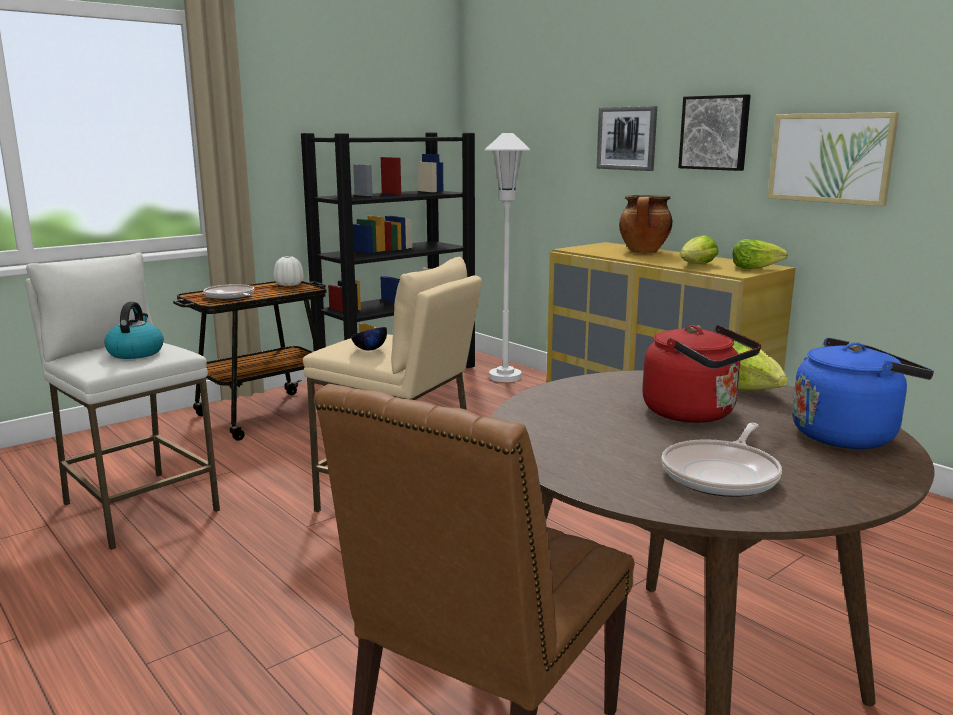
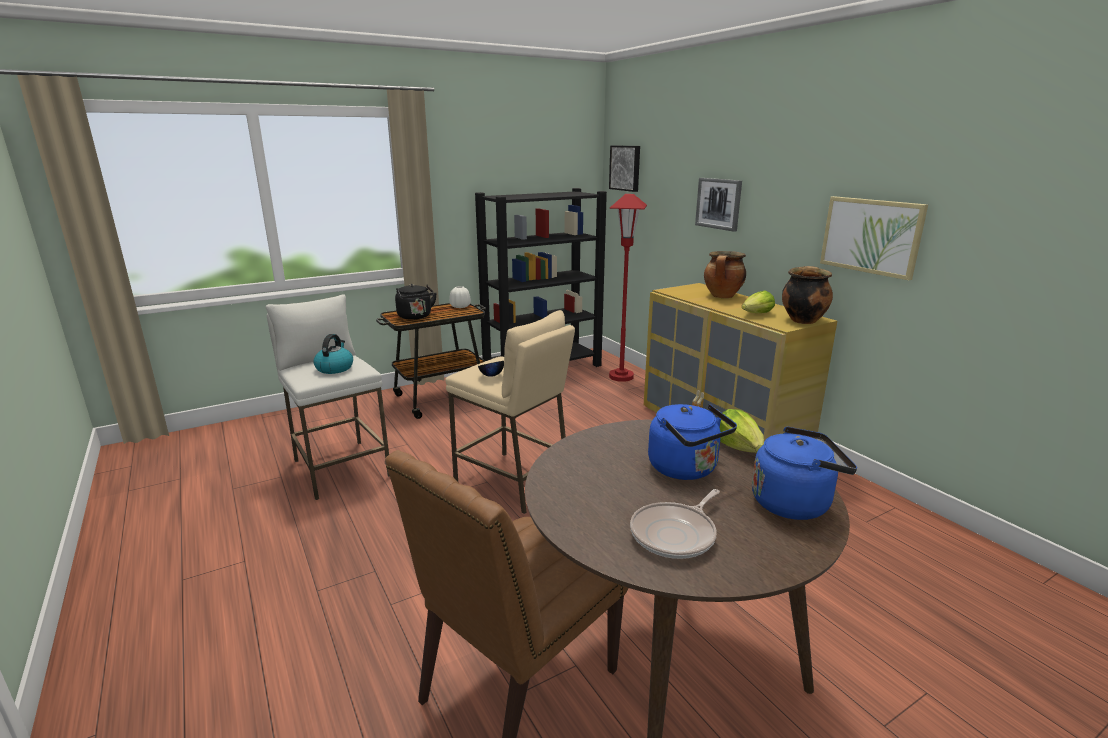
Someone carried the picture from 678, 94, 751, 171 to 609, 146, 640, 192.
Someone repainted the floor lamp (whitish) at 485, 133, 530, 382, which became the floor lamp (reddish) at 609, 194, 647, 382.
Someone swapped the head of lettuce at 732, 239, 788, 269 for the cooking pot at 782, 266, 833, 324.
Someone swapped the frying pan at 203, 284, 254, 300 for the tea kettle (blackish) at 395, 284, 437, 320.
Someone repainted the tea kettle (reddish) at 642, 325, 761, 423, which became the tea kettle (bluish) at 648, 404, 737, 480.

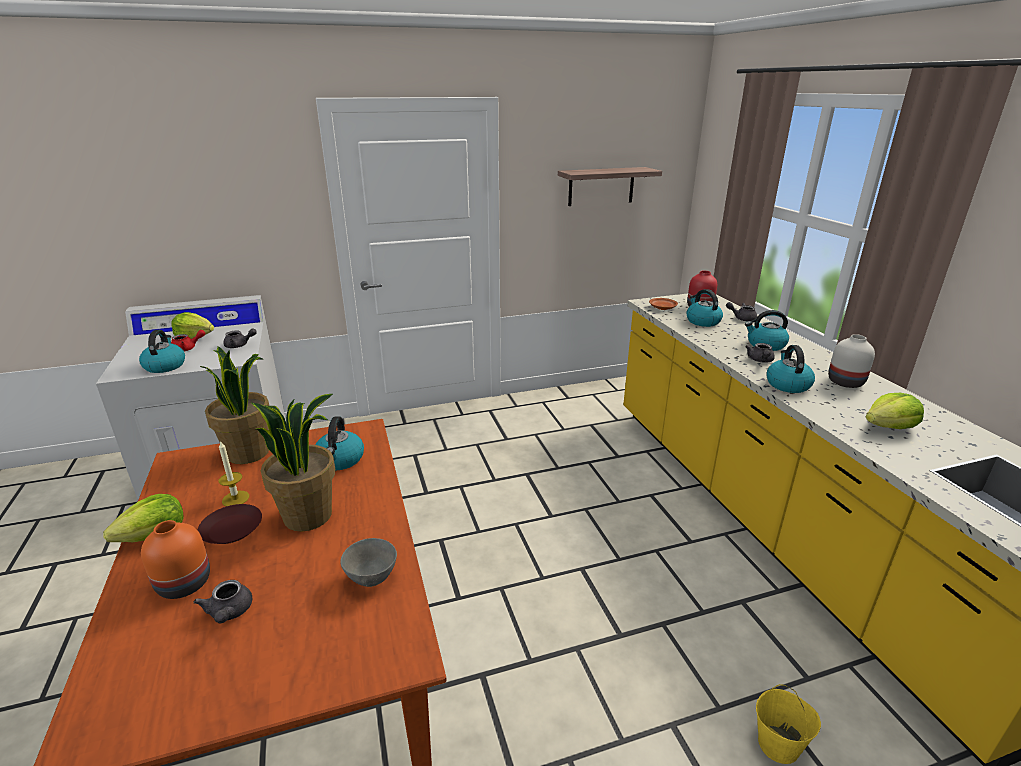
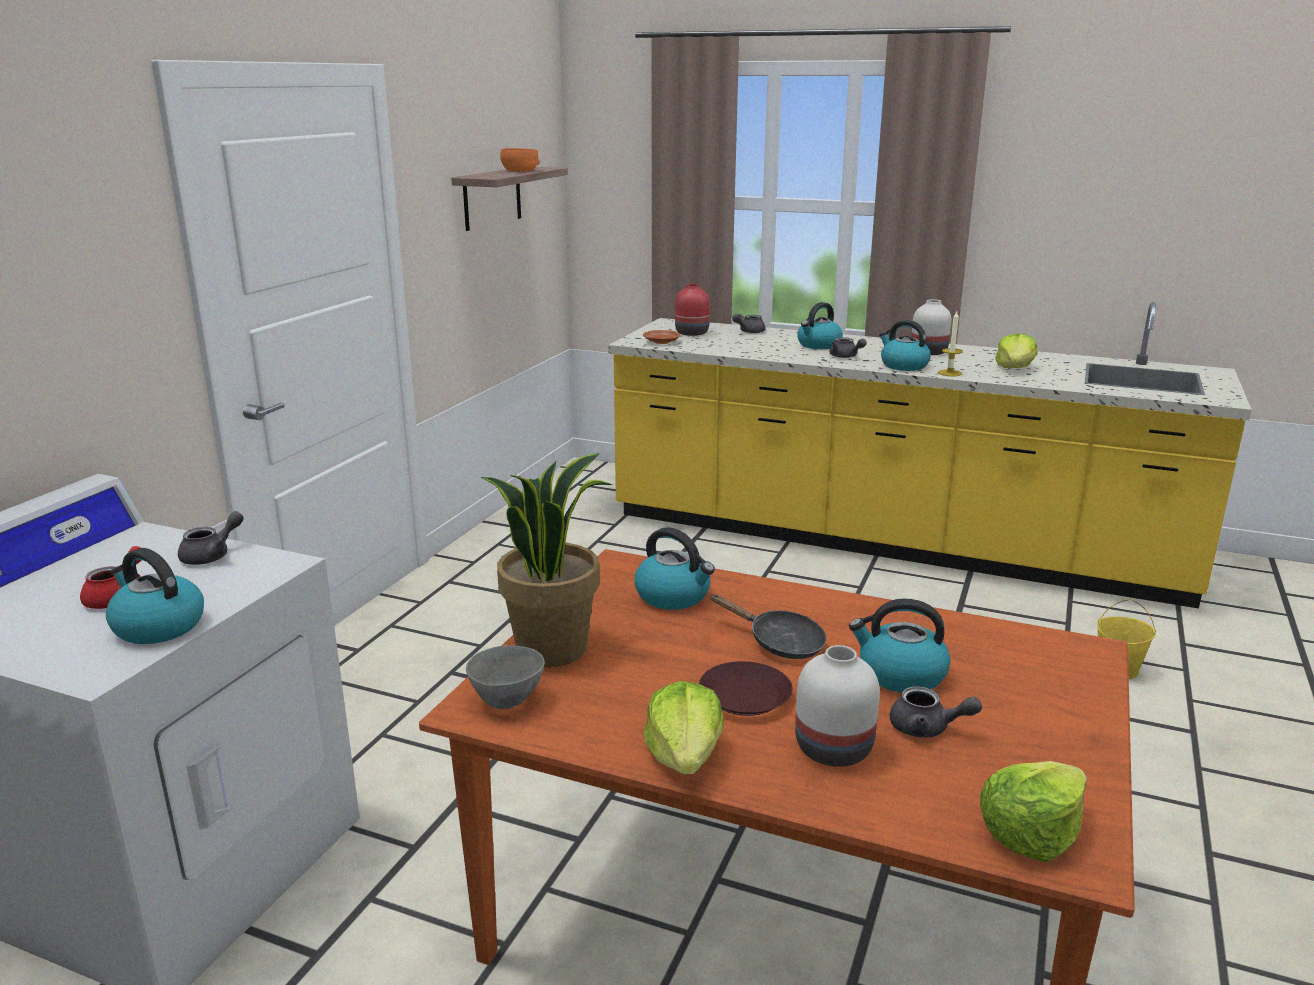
Someone carried the tea kettle from 687, 289, 723, 327 to 849, 598, 950, 693.
Someone carried the head of lettuce from 171, 312, 214, 339 to 980, 761, 1087, 862.
Someone swapped the plant in a pot at 251, 394, 335, 531 for the frying pan (blackish) at 710, 594, 826, 659.
Someone carried the wax candle from 218, 441, 249, 506 to 938, 311, 963, 376.
Someone repainted the flower vase (orange) at 141, 520, 210, 599, which became the flower vase (whitish) at 795, 645, 880, 767.
Someone carried the serving bowl (grey) from 340, 538, 397, 587 to 466, 646, 545, 709.
Someone put down the serving bowl (orange) at 500, 148, 540, 172.

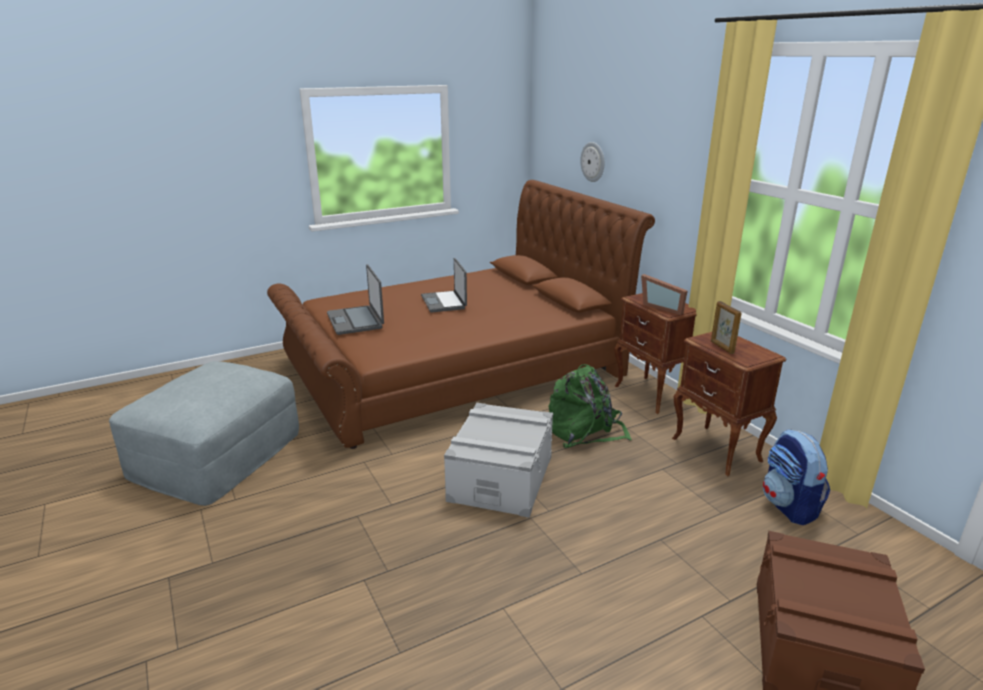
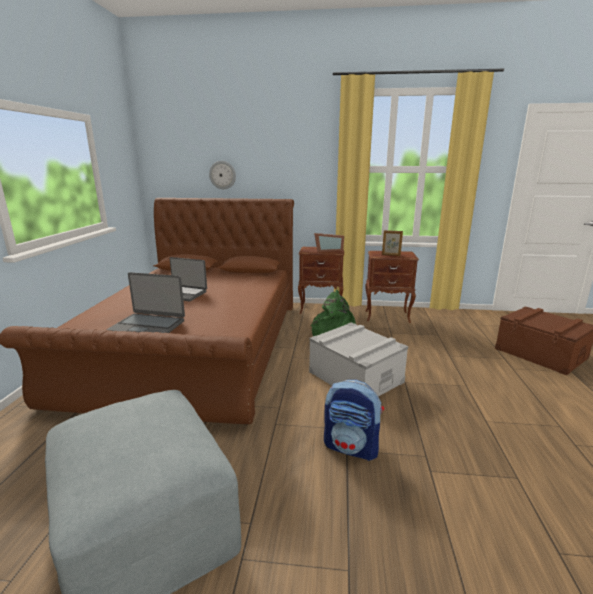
Someone carried the knapsack from 763, 429, 830, 525 to 324, 380, 384, 461.

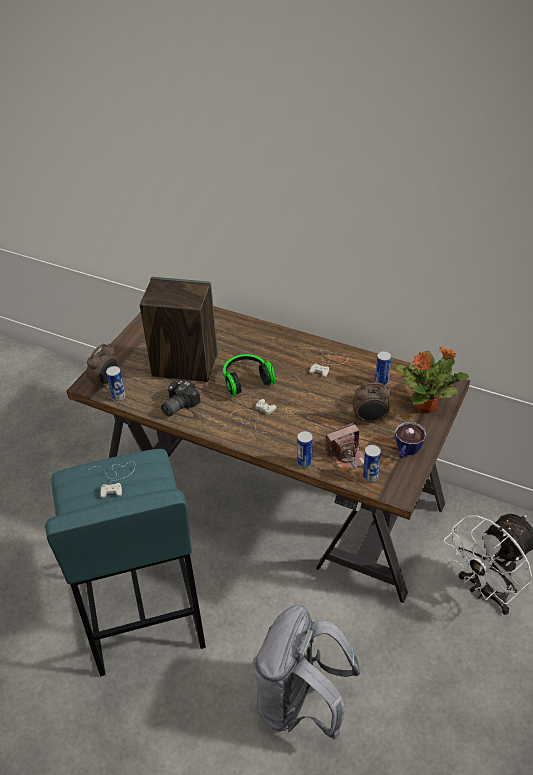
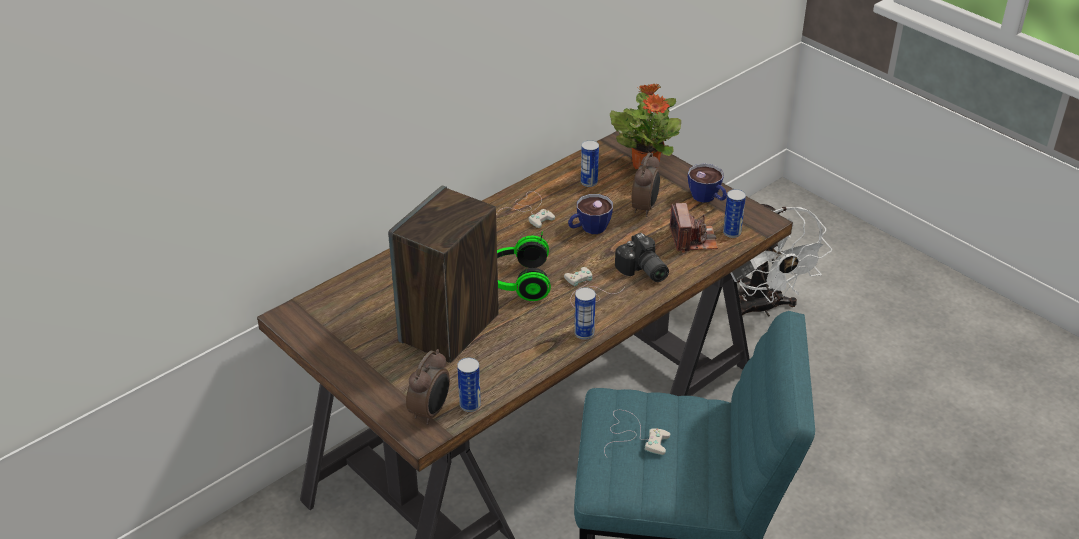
Someone rotated the table clock at 87, 343, 119, 391 by 60 degrees clockwise.
Someone carried the still camera from 161, 379, 200, 417 to 615, 233, 669, 282.
Someone carried the metal can from 297, 431, 313, 468 to 574, 287, 596, 340.
Someone took away the knapsack (grey) at 253, 605, 360, 740.
Someone put down the drinking cup at 568, 194, 613, 234.

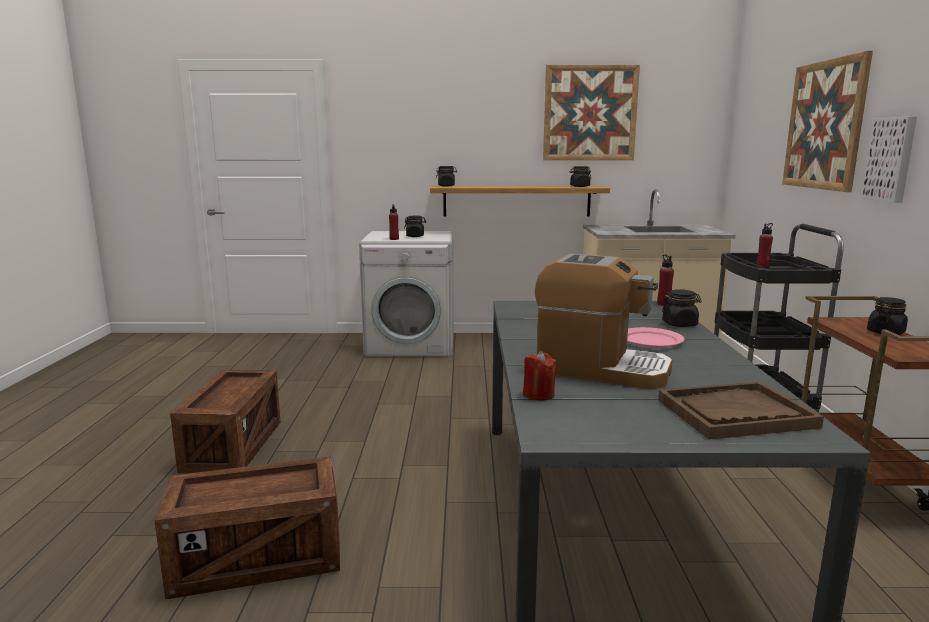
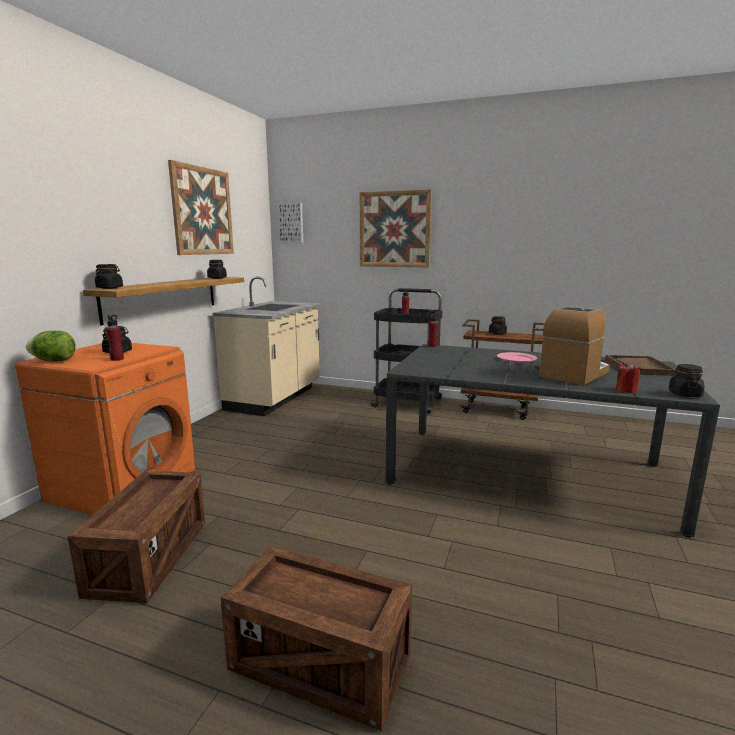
Someone carried the picture from 861, 116, 917, 203 to 278, 203, 303, 243.
Someone repainted the washing machine (whitish) at 359, 231, 454, 356, which became the washing machine (orange) at 15, 343, 195, 515.
Someone carried the preserve jar (blackish) from 662, 289, 702, 327 to 669, 364, 705, 397.
Someone carried the crate from 154, 457, 340, 600 to 67, 470, 205, 603.
Someone put down the head of lettuce at 26, 331, 76, 362.

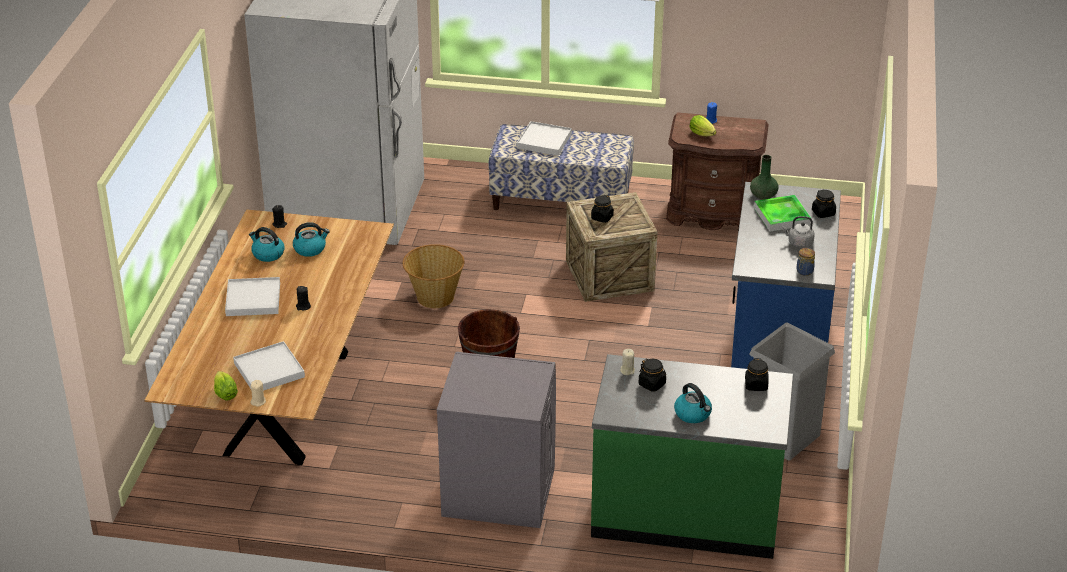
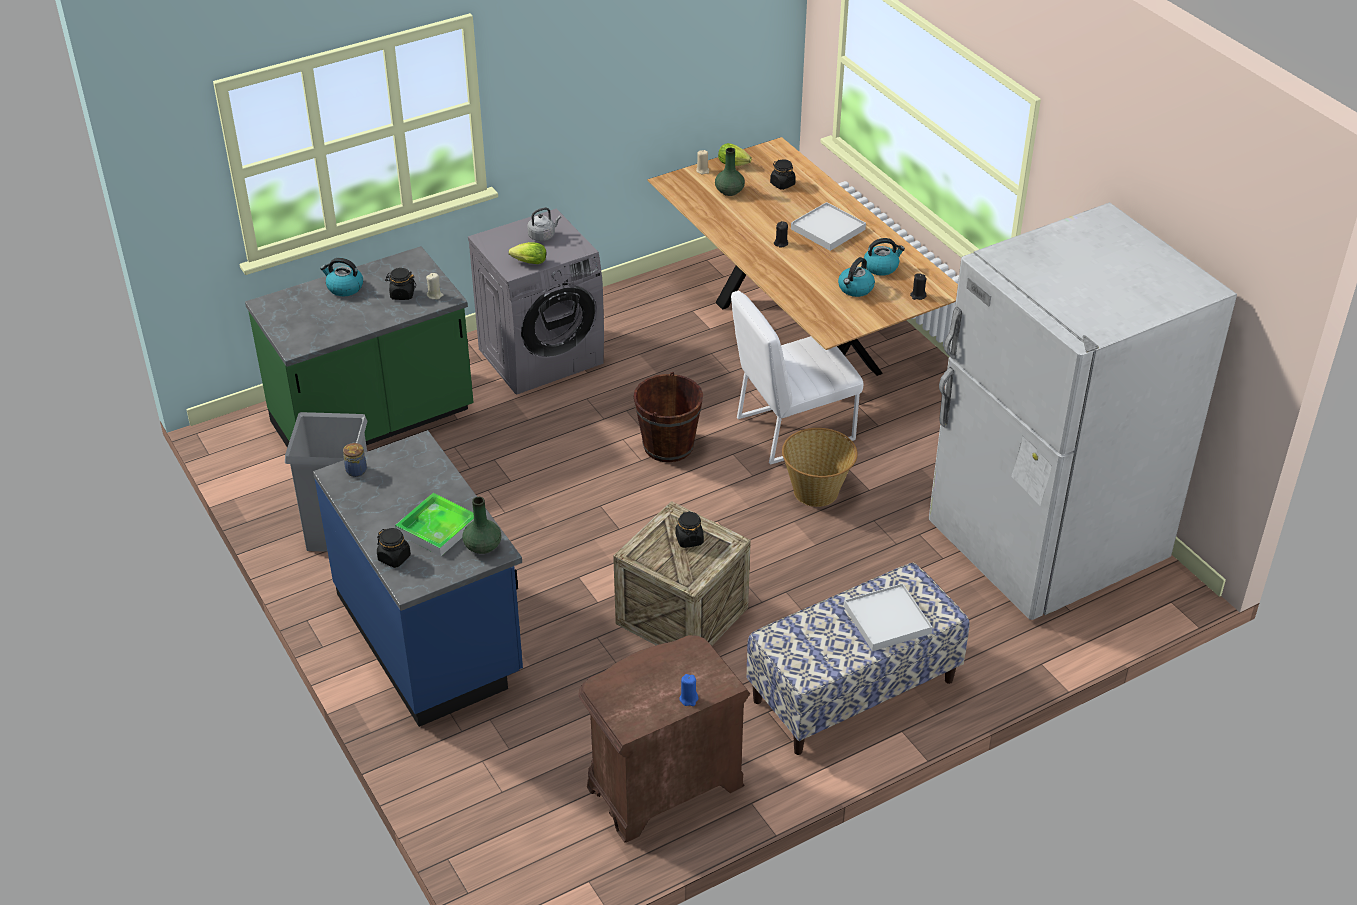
Someone carried the head of lettuce from 689, 115, 716, 136 to 509, 242, 546, 264.
Someone carried the tea kettle (grey) from 782, 216, 815, 248 to 527, 207, 561, 241.
Someone swapped the tray (whitish) at 233, 341, 305, 391 for the flower vase (green-coloured) at 715, 148, 745, 196.
Someone carried the preserve jar (blackish) from 745, 358, 769, 391 to 770, 159, 796, 190.
Someone put down the chair (whitish) at 731, 291, 863, 465.

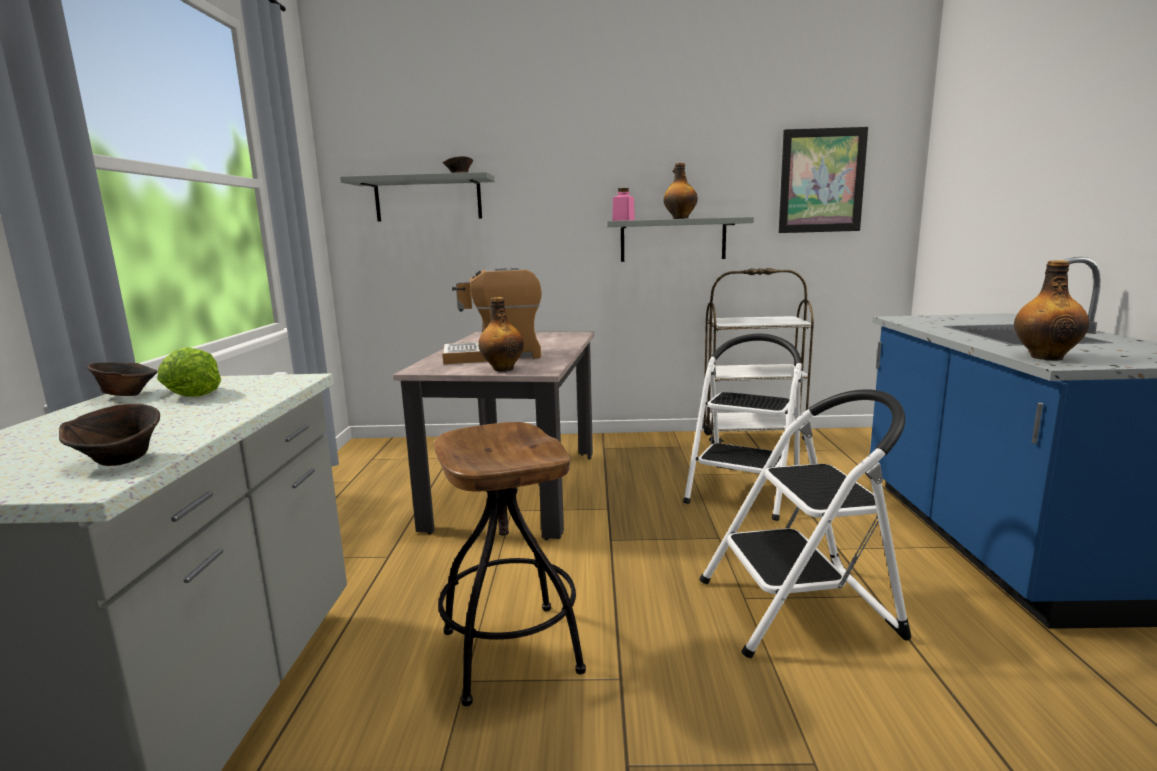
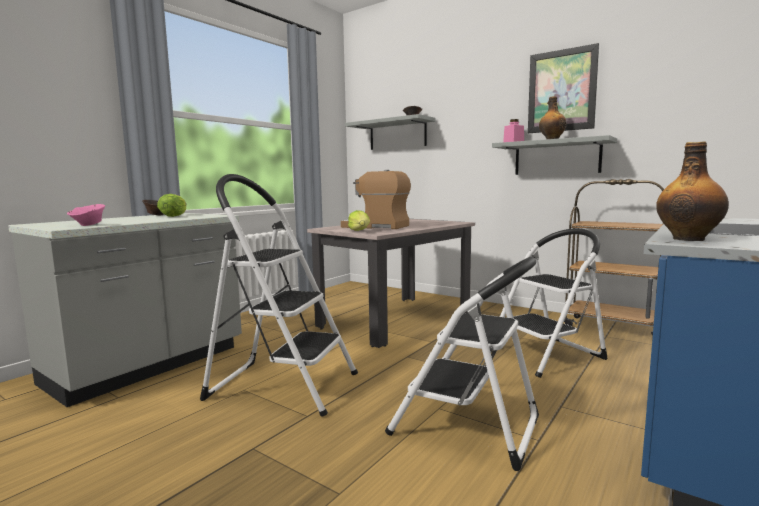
Someone carried the picture from 779, 127, 868, 233 to 528, 43, 599, 133.
Someone repainted the cart (whitish) at 702, 268, 814, 445, which became the cart (brownish) at 564, 179, 664, 336.
Someone swapped the beverage bottle at 478, 297, 524, 371 for the head of lettuce at 348, 210, 370, 231.
Someone repainted the serving bowl (brownish) at 59, 404, 160, 466, which became the serving bowl (pink-coloured) at 67, 204, 105, 226.
Someone swapped the stool seat (brownish) at 434, 422, 586, 706 for the step ladder at 200, 174, 358, 416.

